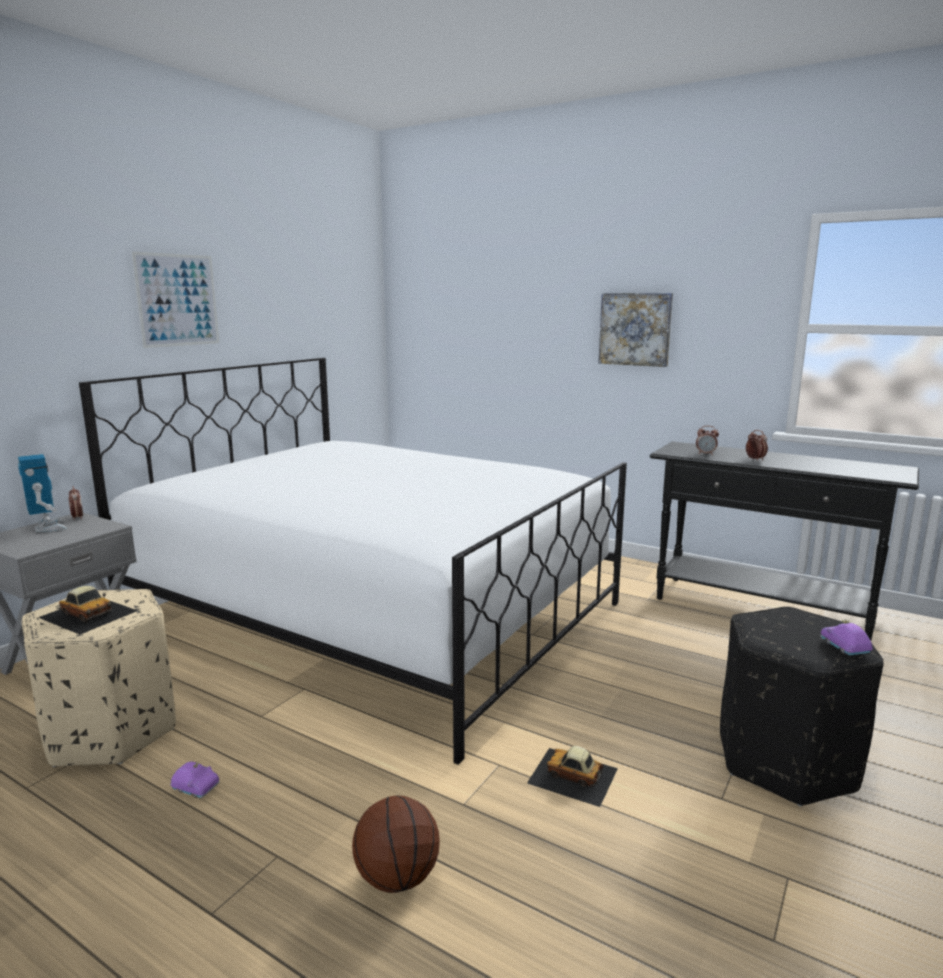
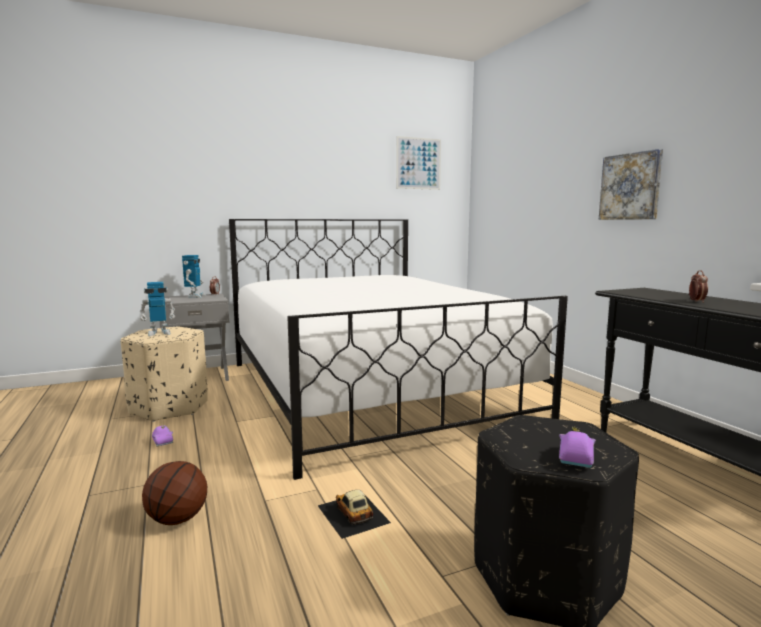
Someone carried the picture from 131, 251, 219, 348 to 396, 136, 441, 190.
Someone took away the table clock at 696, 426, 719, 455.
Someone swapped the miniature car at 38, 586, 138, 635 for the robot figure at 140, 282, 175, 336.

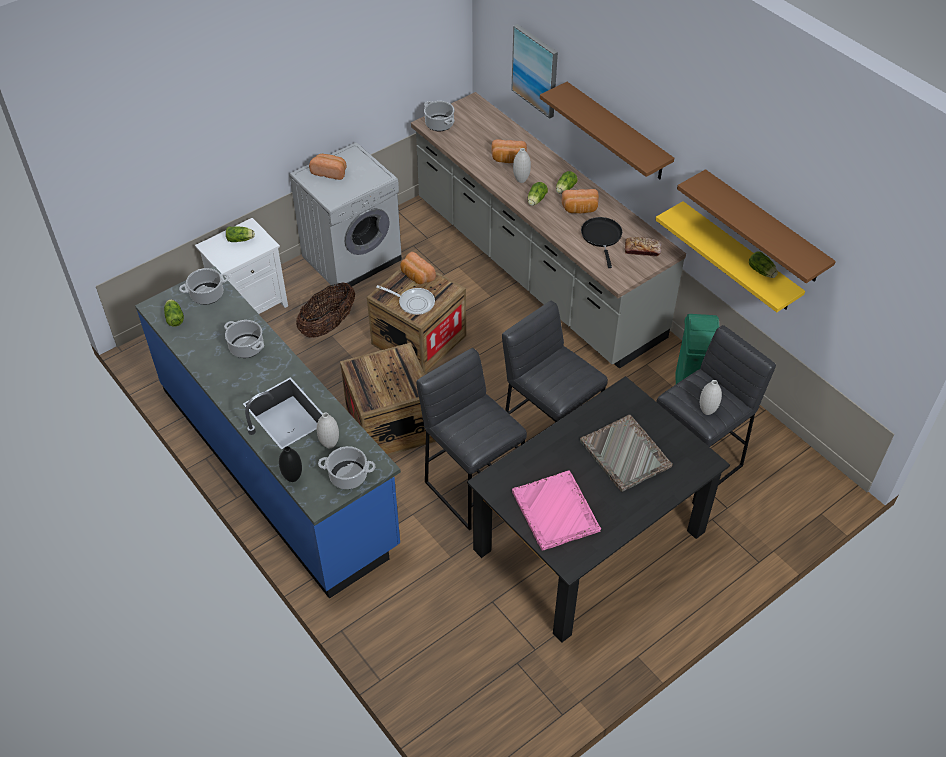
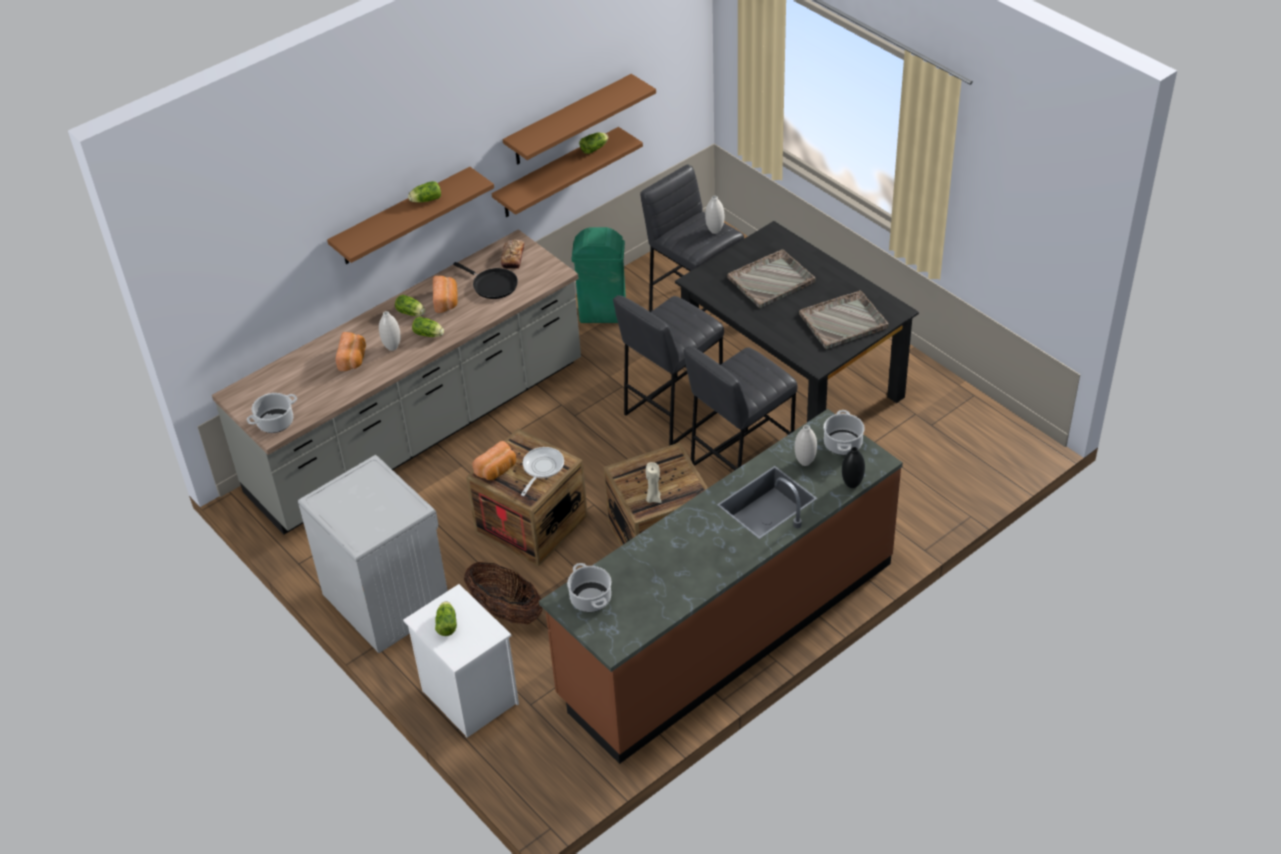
Someone took away the picture at 511, 24, 558, 119.
Someone took away the bread at 309, 154, 346, 180.
Someone repainted the wall shelf (yellow) at 656, 201, 805, 312, which became the wall shelf (brownish) at 492, 127, 643, 217.
Someone rotated the frying pan (blackish) at 581, 217, 622, 268 by 135 degrees counterclockwise.
Someone repainted the kitchen base unit (bluish) at 135, 266, 401, 599, which became the kitchen base unit (brownish) at 539, 409, 903, 764.
Someone carried the head of lettuce from 164, 299, 184, 327 to 408, 181, 441, 203.
Someone took away the cooking pot at 224, 320, 264, 358.
Someone repainted the tray (pink-coloured) at 512, 470, 601, 551, which became the tray (grey) at 799, 290, 889, 349.
Someone put down the wax candle (beige-coloured) at 646, 462, 661, 503.

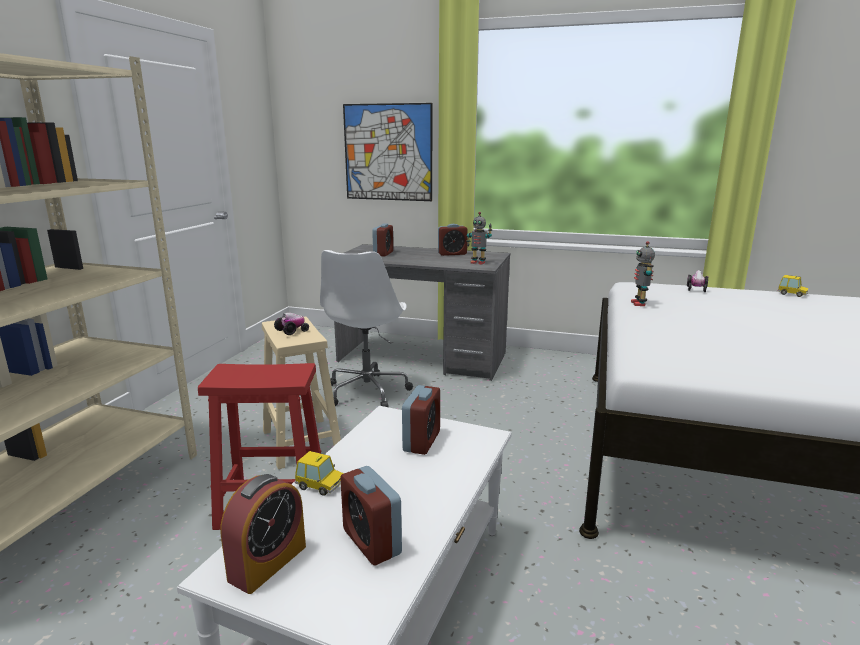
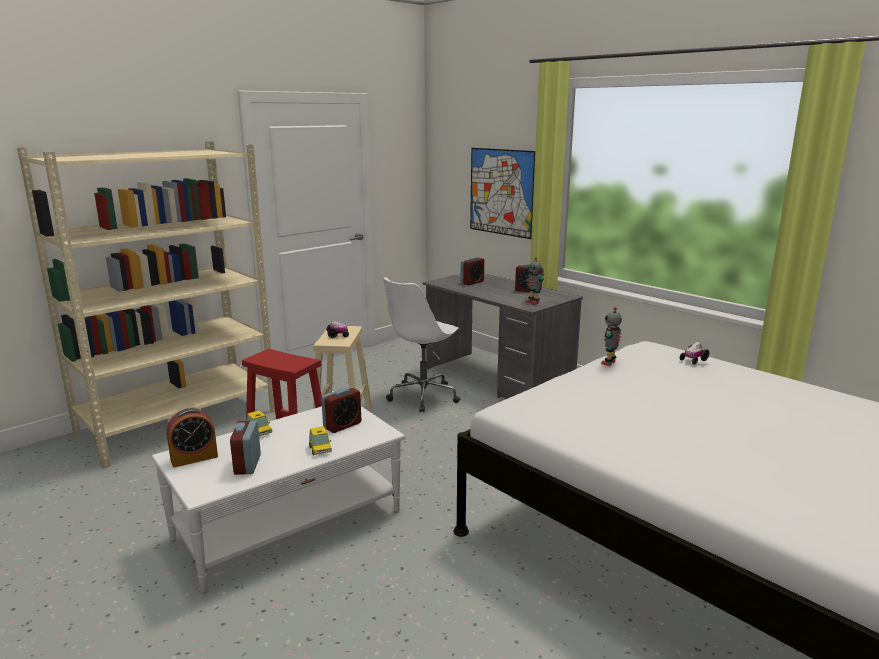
Someone carried the miniature car from 777, 275, 808, 297 to 309, 426, 332, 455.

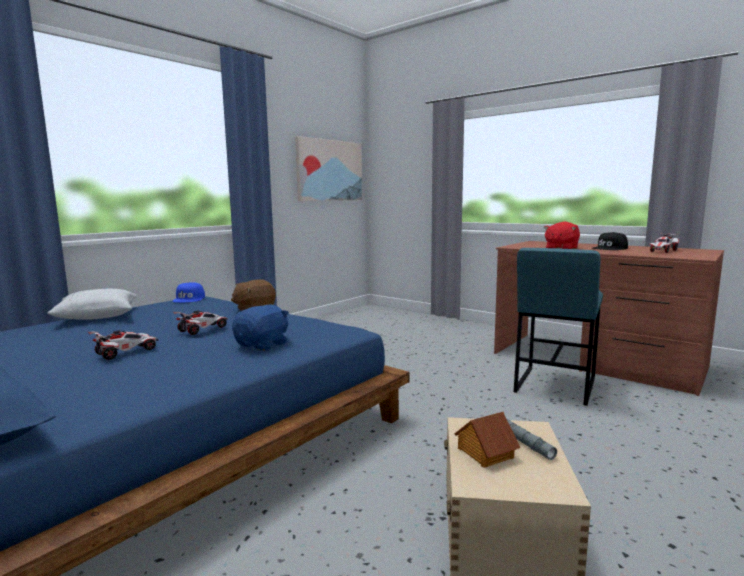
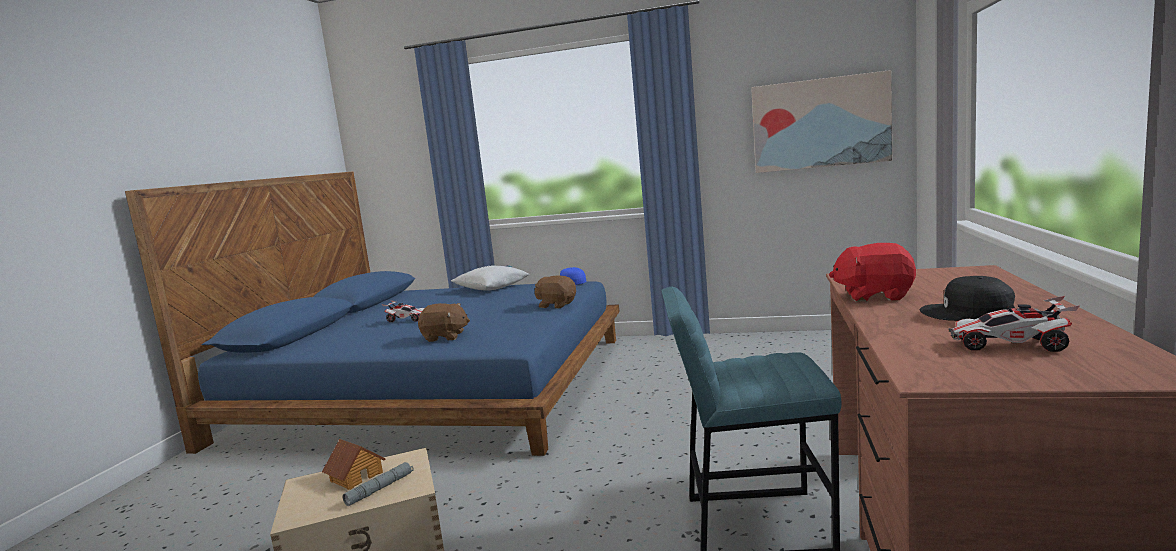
Someone repainted the plush toy (bluish) at 232, 304, 289, 351, which became the plush toy (brownish) at 418, 303, 470, 342.
Someone took away the miniature car at 173, 310, 228, 335.

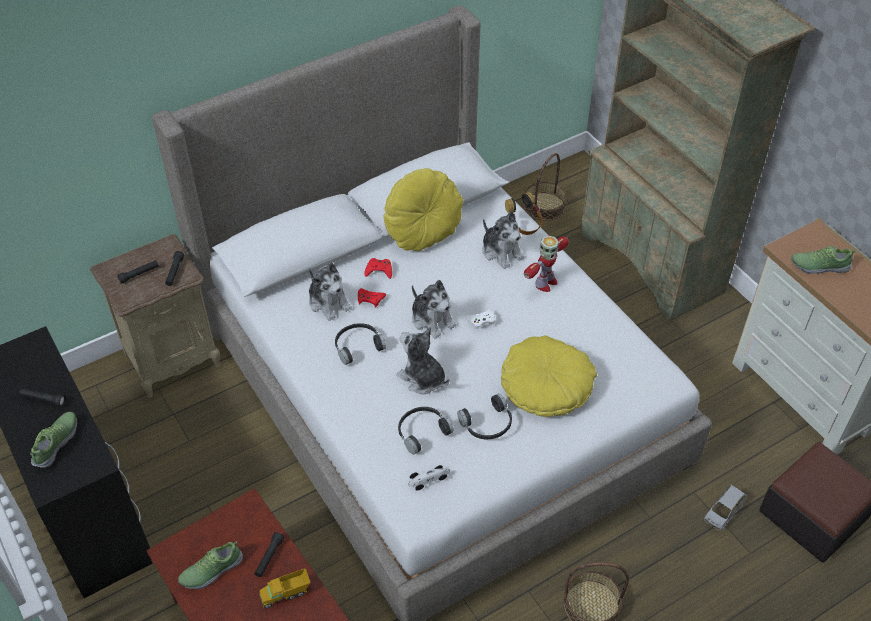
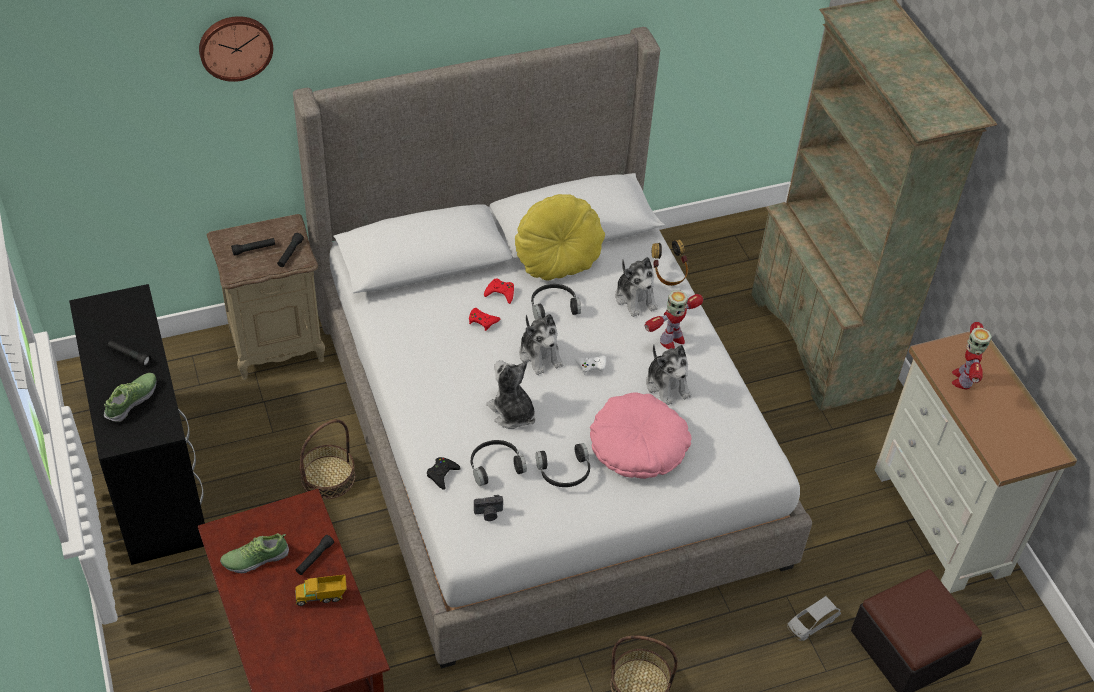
Someone carried the household basket from 524, 153, 567, 221 to 299, 419, 355, 499.
Someone swapped the shoe at 791, 246, 856, 274 for the robot figure at 951, 322, 992, 389.
Someone carried the plush toy from 309, 262, 352, 321 to 646, 344, 691, 405.
Someone carried the headset (blackish) from 335, 323, 386, 365 to 531, 284, 581, 320.
Someone repainted the throw pillow (yellow) at 501, 335, 597, 417, which became the throw pillow (pink-coloured) at 590, 392, 692, 479.
Someone swapped the miniature car at 408, 465, 450, 490 for the still camera at 474, 495, 503, 521.
Someone put up the hanging clock at 199, 16, 273, 82.
Someone put down the gamepad (blackish) at 427, 457, 461, 490.

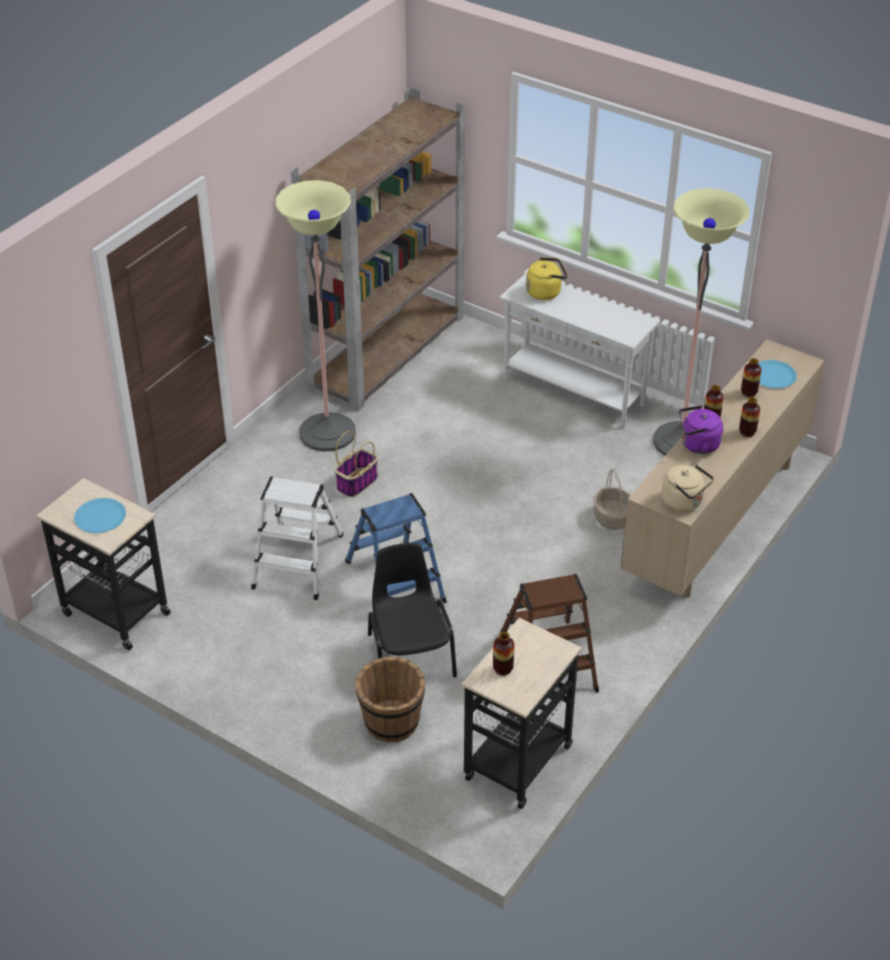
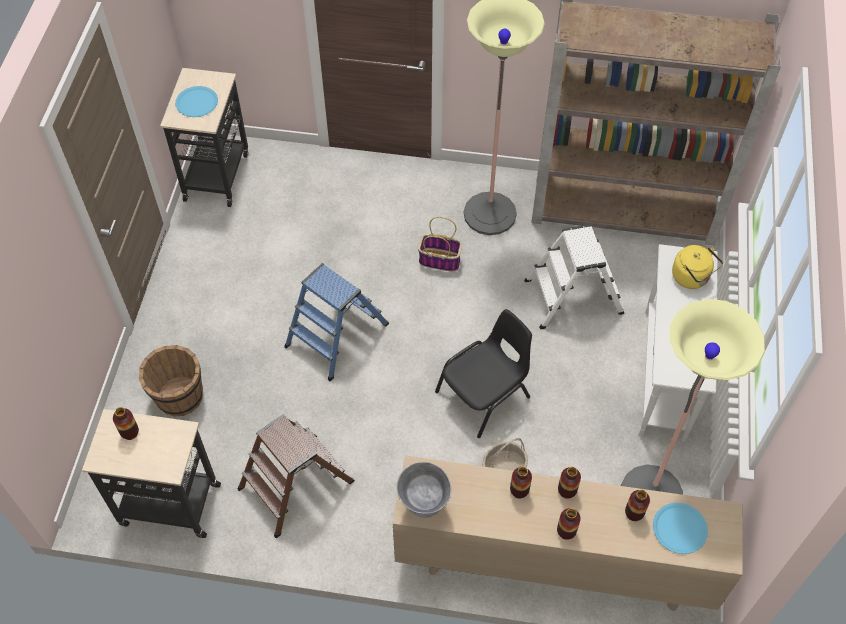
Someone swapped the tea kettle (purple-coloured) at 679, 405, 723, 454 for the flower vase at 510, 467, 532, 498.
Someone swapped the tea kettle (beige-coloured) at 662, 465, 714, 512 for the serving bowl (grey) at 396, 462, 451, 518.
Someone carried the step ladder (whitish) from 251, 477, 344, 600 to 524, 224, 624, 329.
Someone carried the chair (blackish) from 368, 543, 457, 677 to 435, 309, 532, 438.

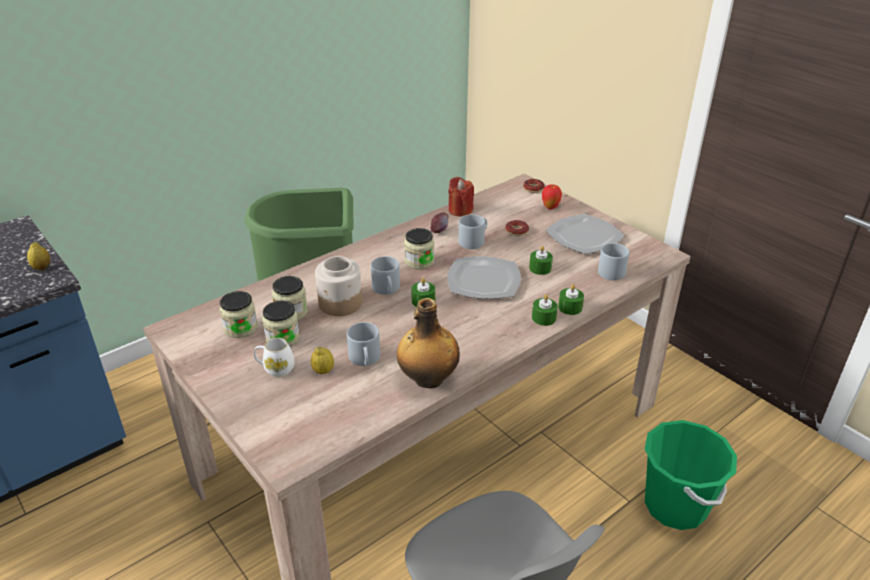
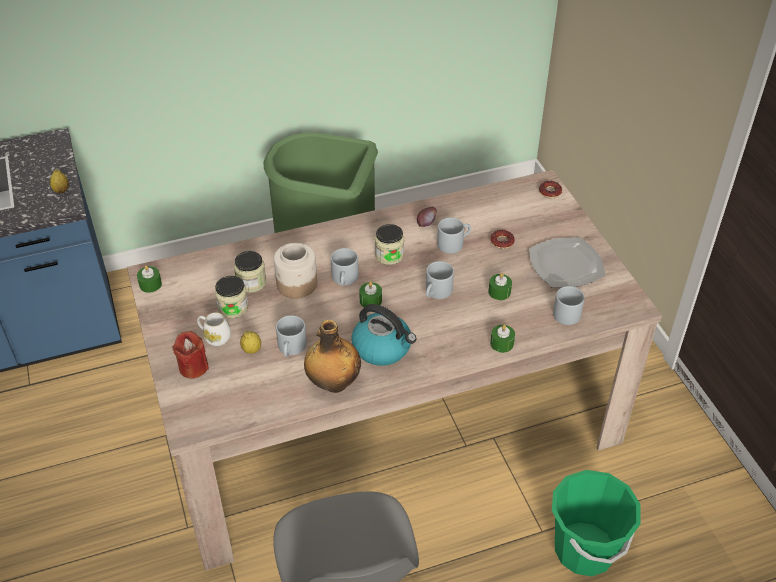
Someone carried the wax candle (reddish) from 448, 177, 474, 216 to 172, 331, 209, 379.
Someone took away the whole apple at 542, 184, 562, 210.
Someone swapped the flat dish at 447, 256, 521, 299 for the coffee mug (grey) at 426, 261, 454, 299.
Someone took away the preserve jar at 220, 291, 258, 338.
Someone carried the wax candle (green-coloured) from 532, 294, 558, 326 to 137, 265, 162, 293.
Someone put down the tea kettle at 352, 304, 416, 366.

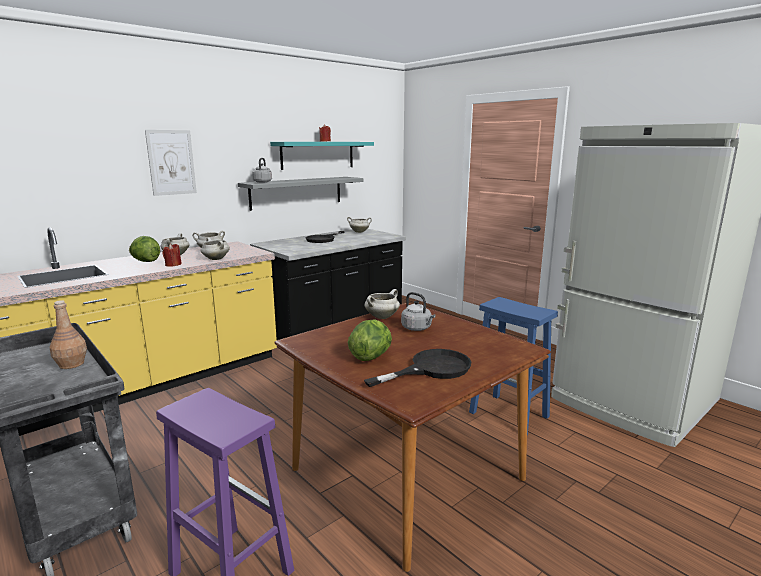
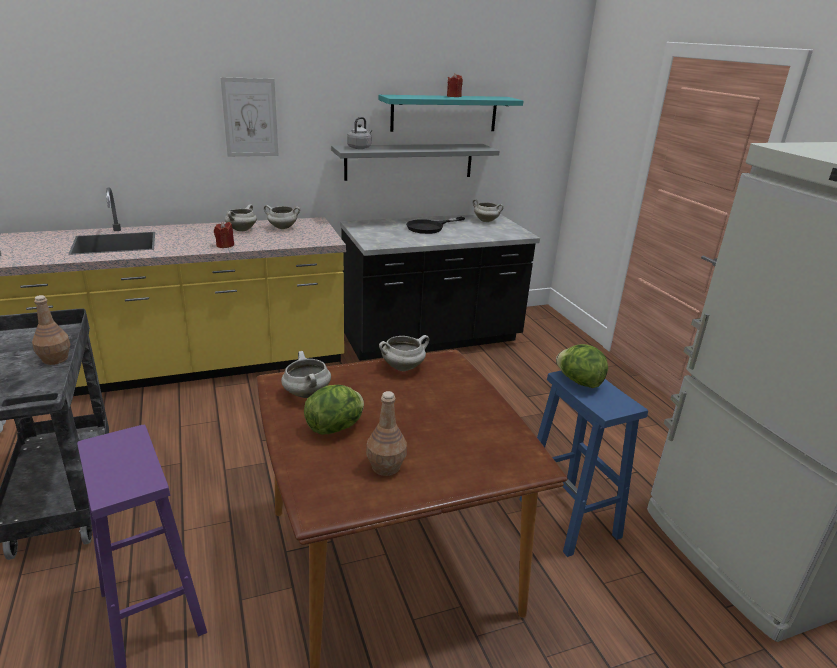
Someone carried the head of lettuce from 129, 236, 160, 262 to 556, 344, 608, 388.
Someone carried the cooking pot (whitish) from 201, 237, 230, 260 to 281, 351, 331, 398.
Someone took away the tea kettle (grey) at 401, 292, 436, 331.
Someone swapped the frying pan (blackish) at 364, 349, 471, 387 for the beverage bottle (brownish) at 366, 391, 407, 476.

